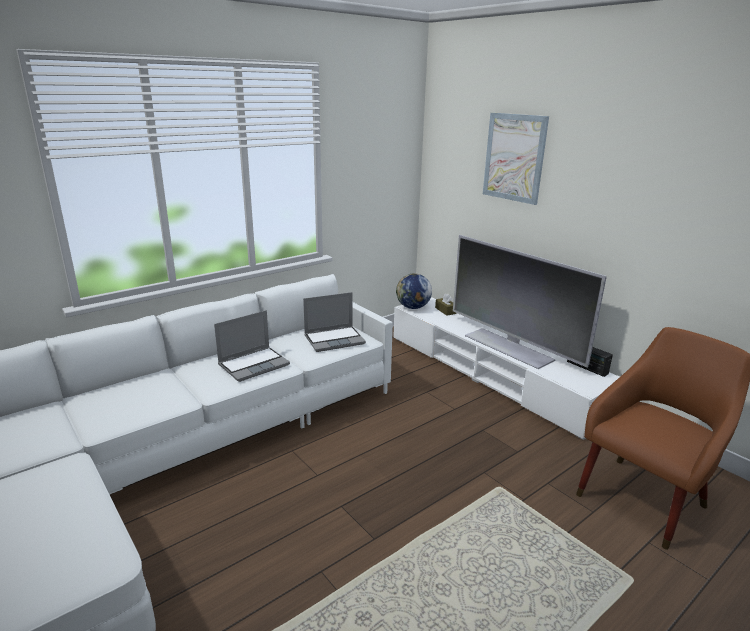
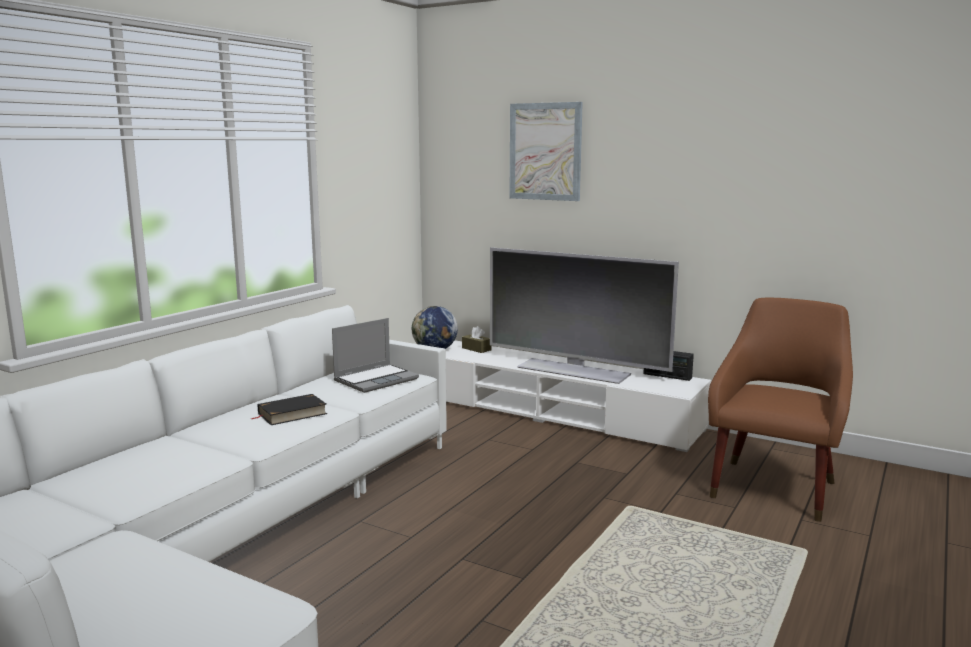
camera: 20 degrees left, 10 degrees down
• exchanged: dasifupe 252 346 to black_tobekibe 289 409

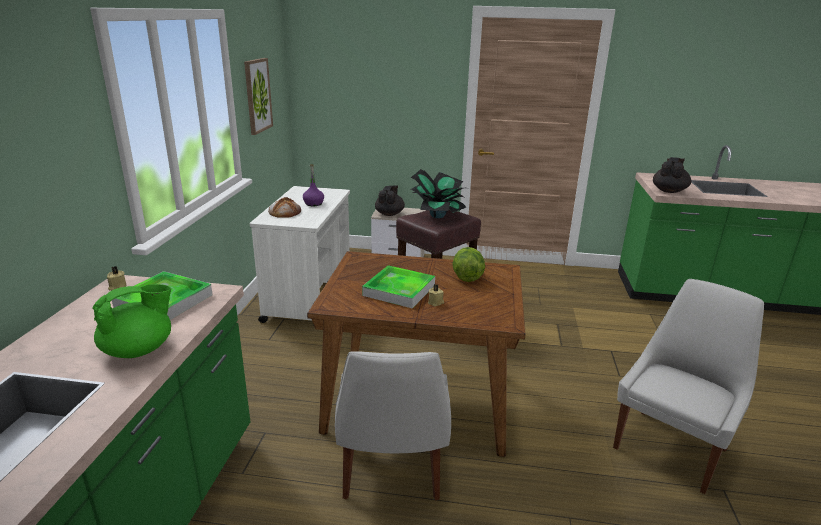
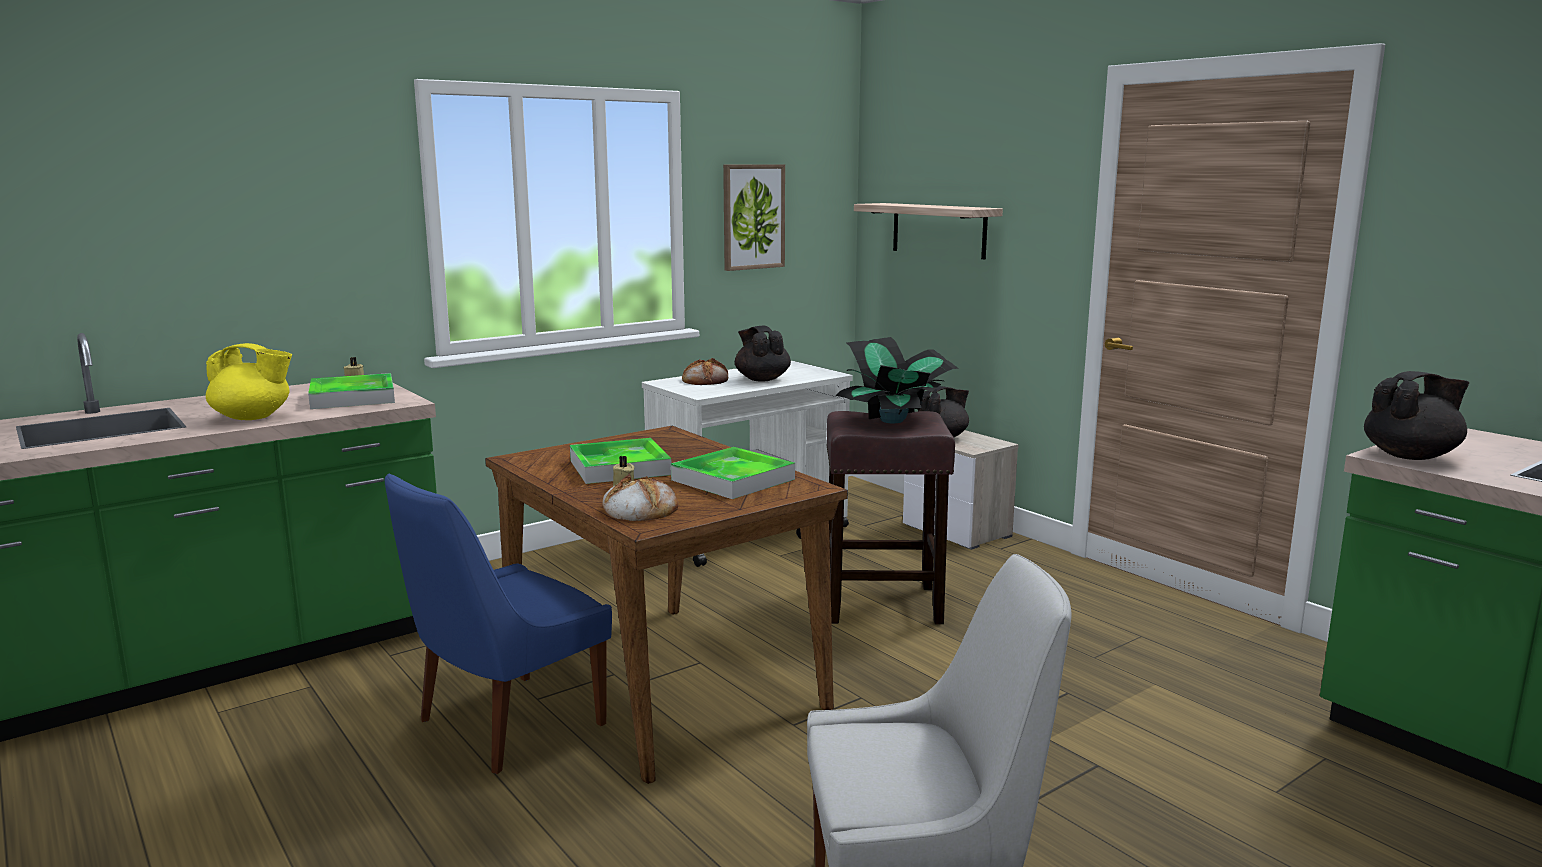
camera: 45 degrees right, 10 degrees down
• appeared: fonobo 640 497
• appeared: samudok 928 231
• exchanged: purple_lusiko 313 185 to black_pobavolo 763 353
• exchanged: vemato 468 264 to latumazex 733 473
• colour: green_pobavolo 131 321 to yellow_pobavolo 249 381
• colour: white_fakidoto 393 425 to blue_fakidoto 498 624

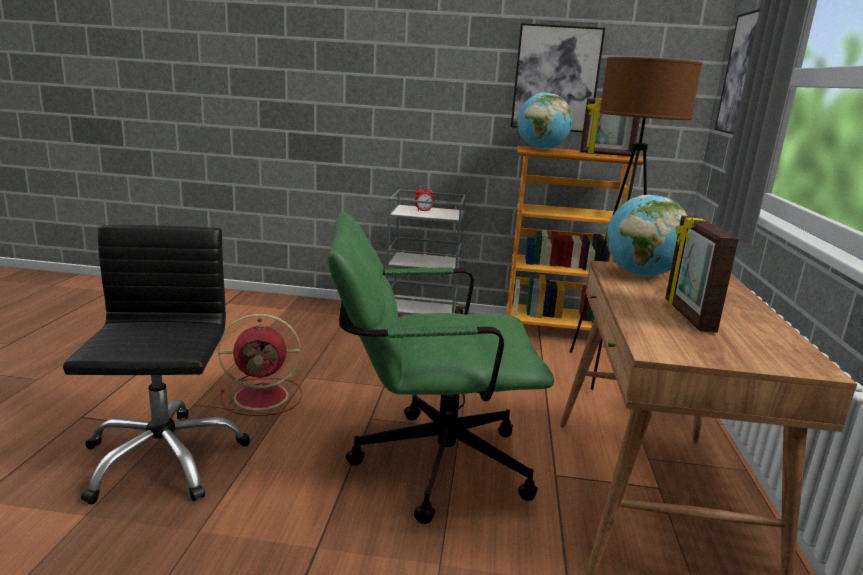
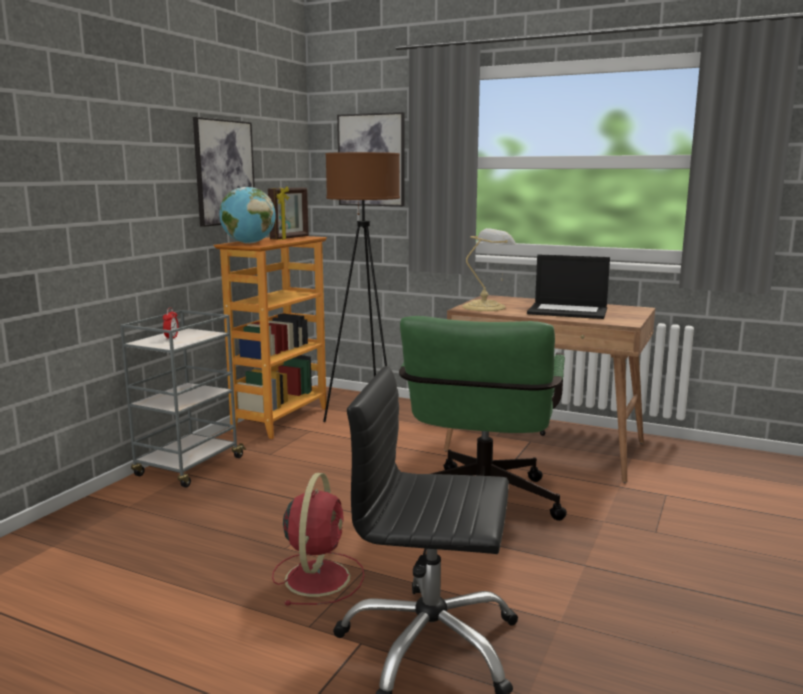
camera: 70 degrees left, 5 degrees down
• exchanged: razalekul 646 236 to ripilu 489 269
• exchanged: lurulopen 702 274 to dasifupe 568 286

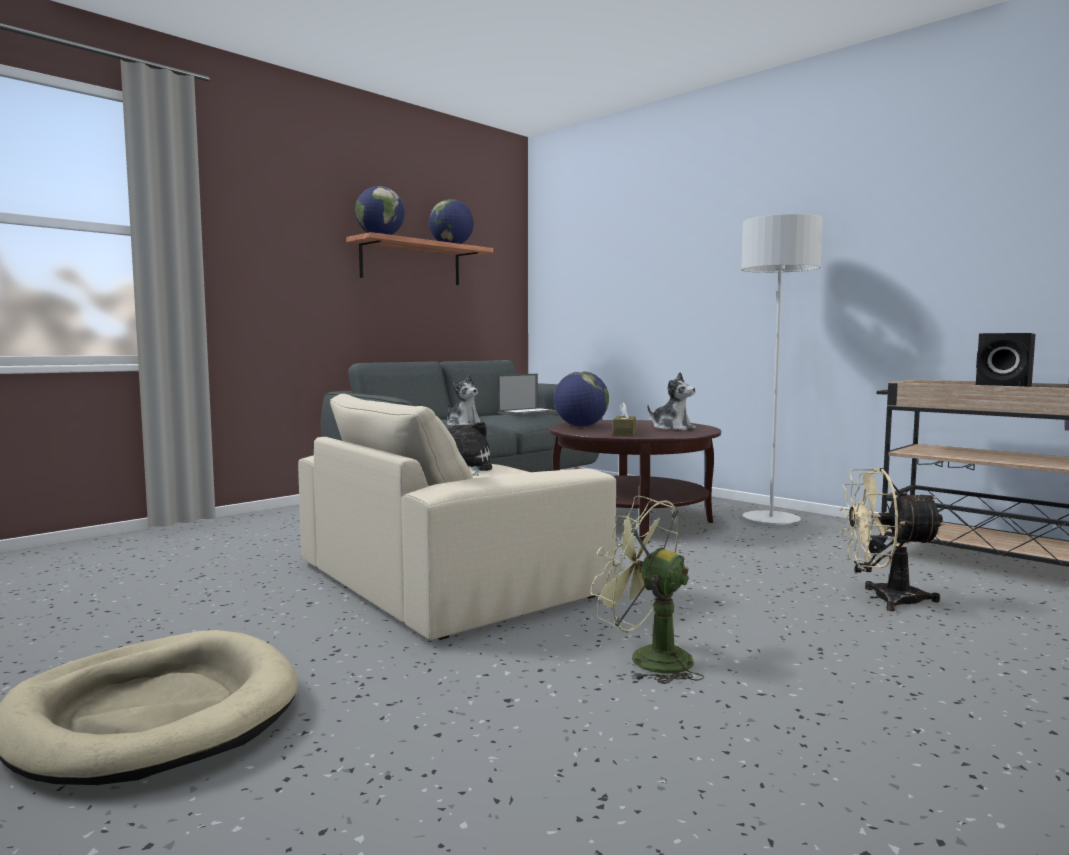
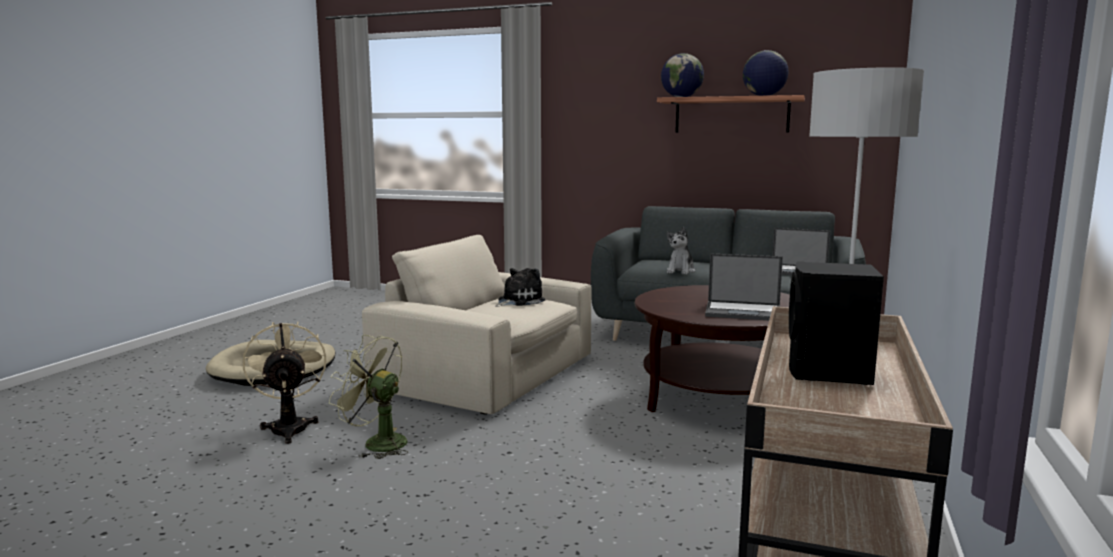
camera: 65 degrees right, 5 degrees up
• missing: razalekul 581 399
• missing: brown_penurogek 624 419
• relocated: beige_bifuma 892 539 to 284 383
• exchanged: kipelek 671 401 to dasifupe 744 287
• spun: green_bifuma 647 590 = 368 397 75 degrees counterclockwise

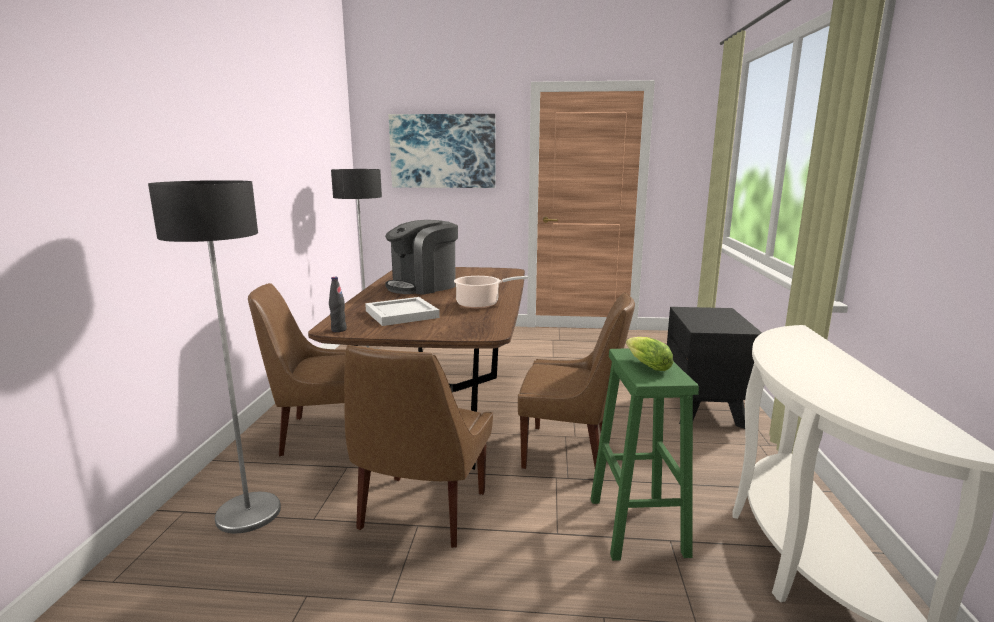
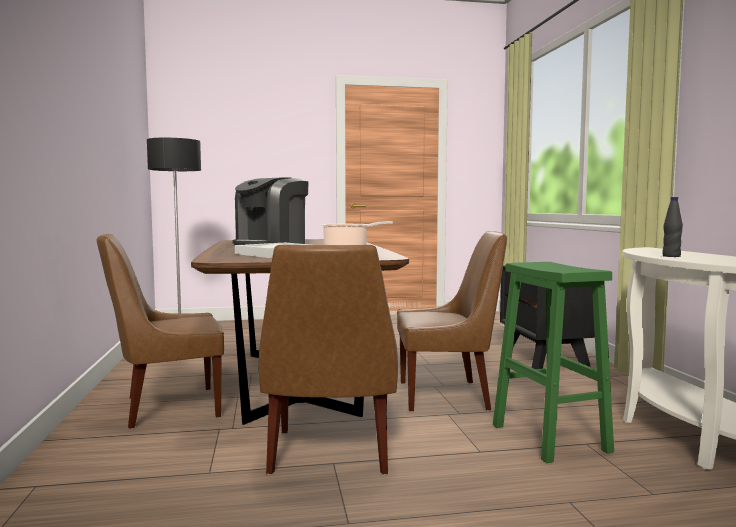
camera: 15 degrees left, 10 degrees down
• missing: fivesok 214 357
• missing: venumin 442 151
• missing: vemato 649 354
• relocated: black_lusiko 338 304 to 672 227

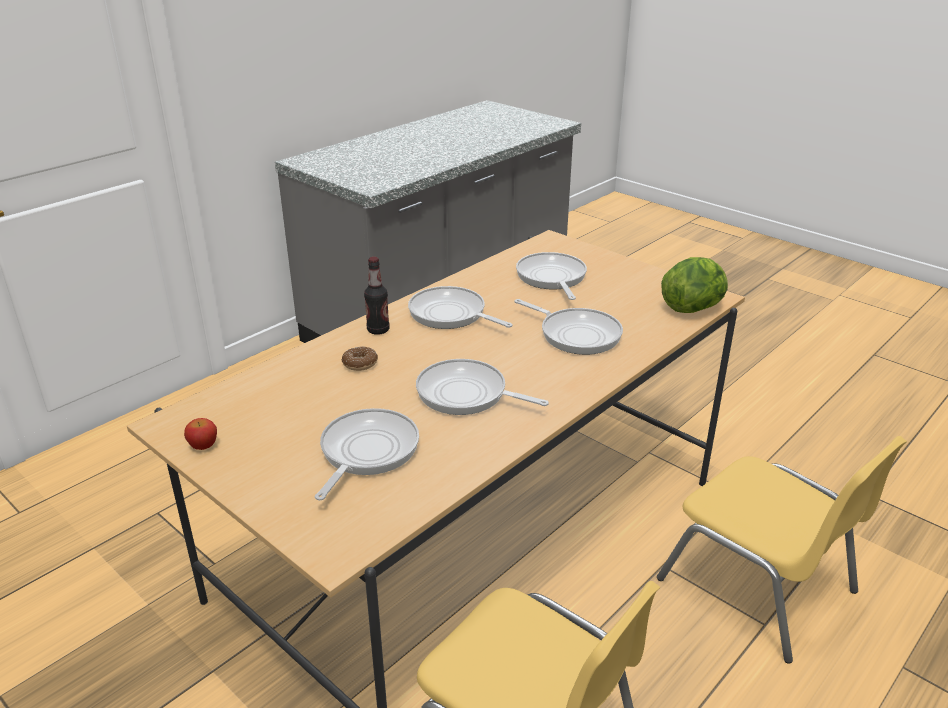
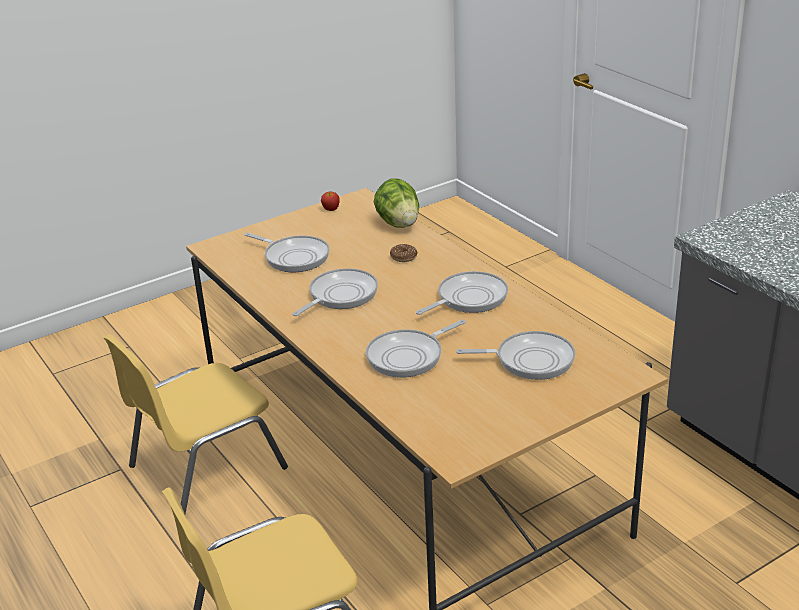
camera: 105 degrees right, 0 degrees up
• missing: lusiko 376 296
• relocated: vemato 694 285 to 396 203

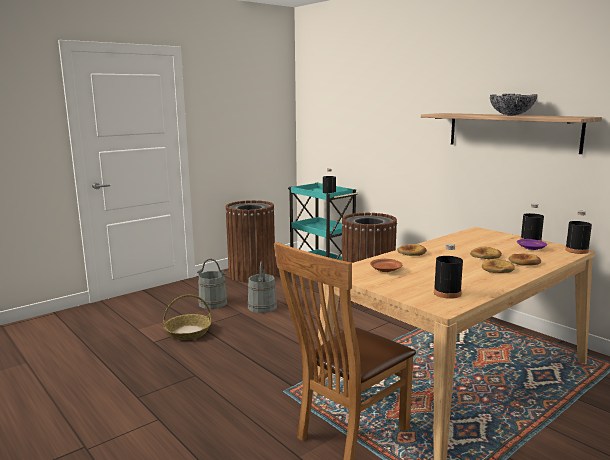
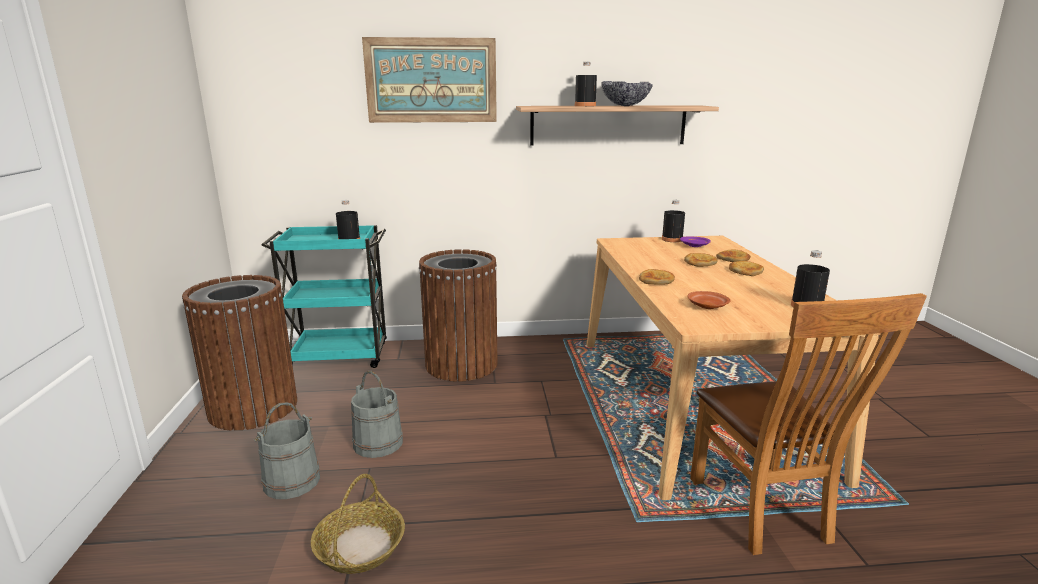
camera: 55 degrees left, 5 degrees up
• appeared: venumin 429 80
• relocated: black_lusiko 578 232 to 586 84

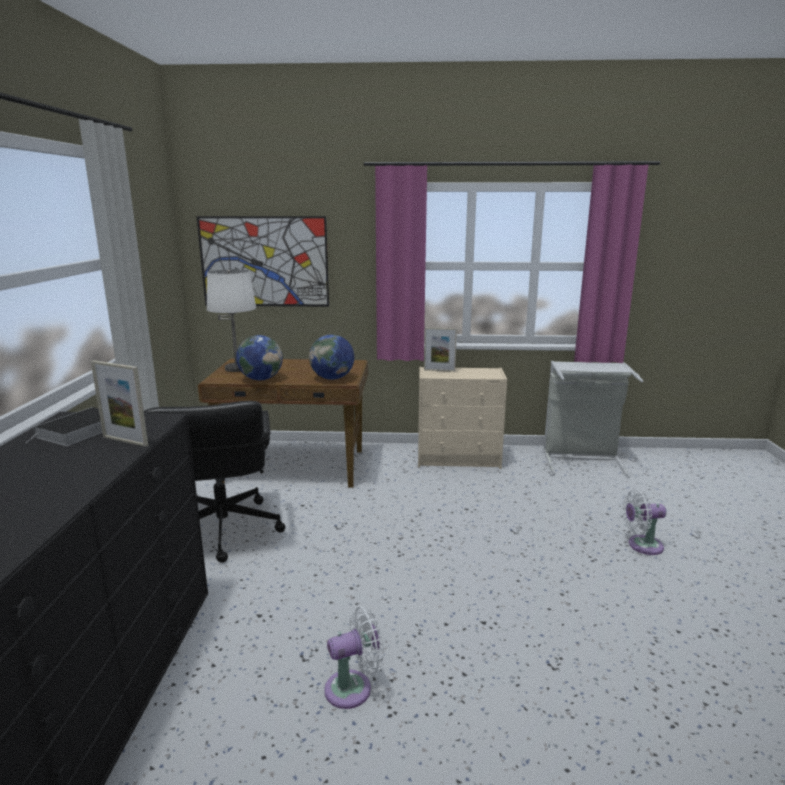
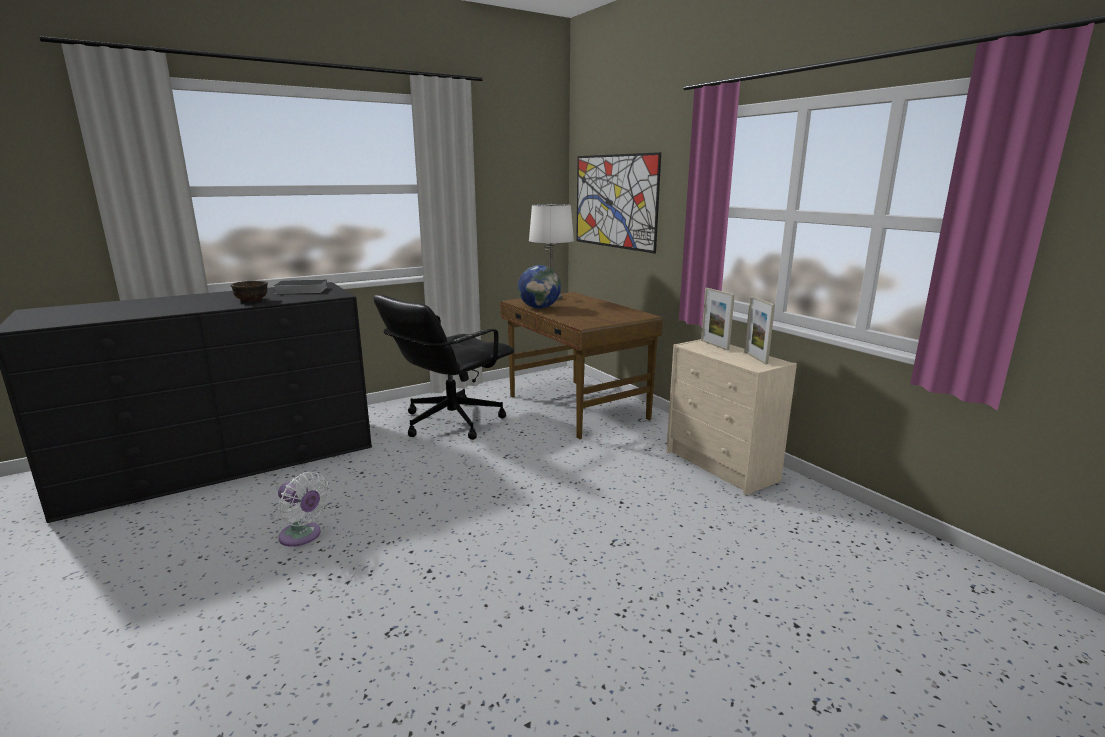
camera: 55 degrees right, 0 degrees up
• missing: razalekul 331 357
• missing: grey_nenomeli 593 419
• missing: white_bifuma 644 522
• appeared: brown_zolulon 249 291
• relocated: lurulopen 119 403 to 759 330

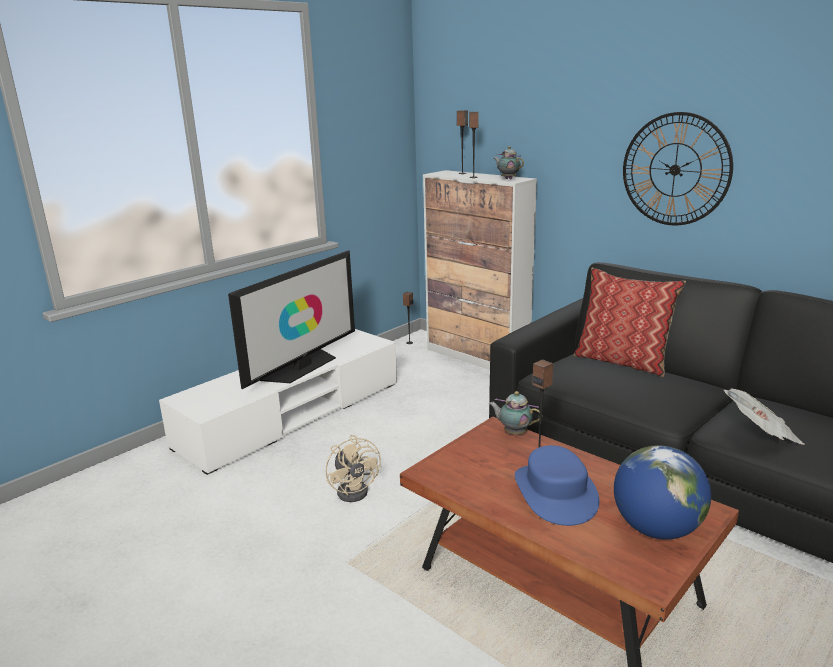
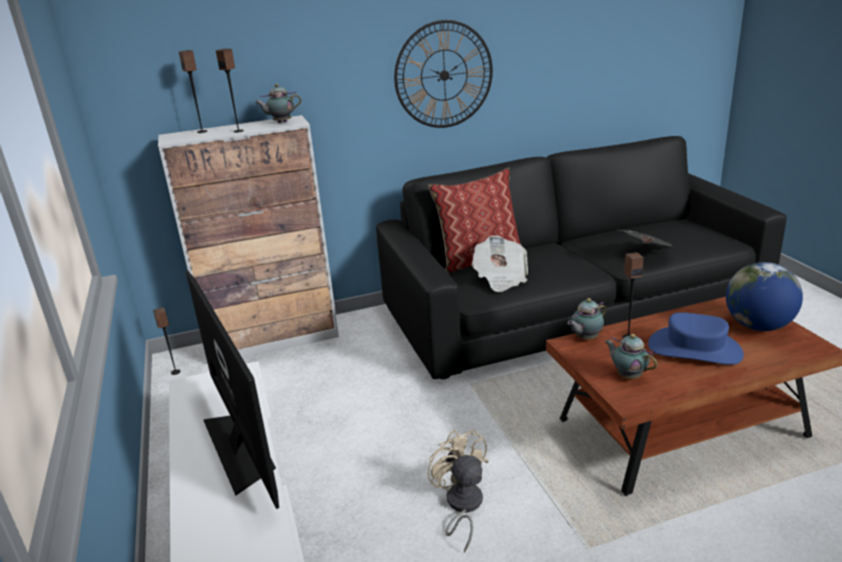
camera: 60 degrees left, 5 degrees up
• appeared: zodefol 500 264
• appeared: pobavolo 630 356
• spun: beige_bifuma 353 468 = 458 491 120 degrees counterclockwise

